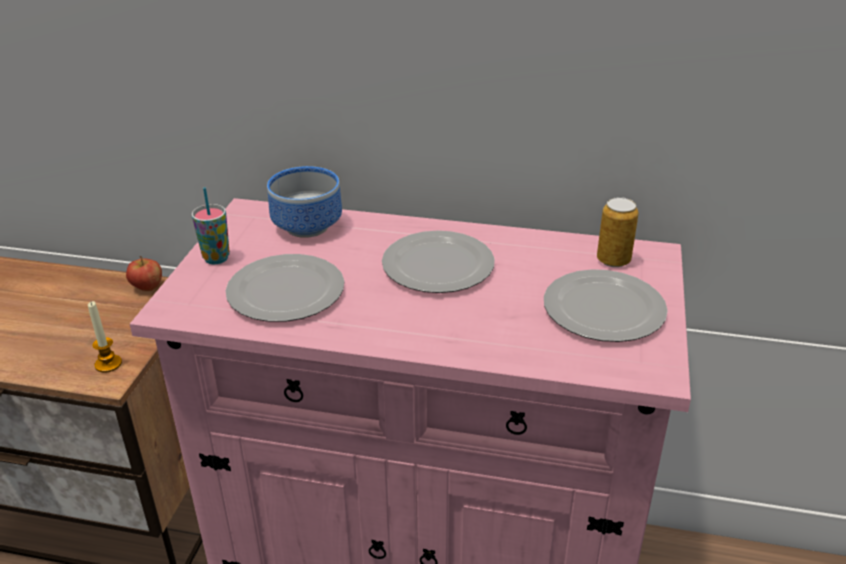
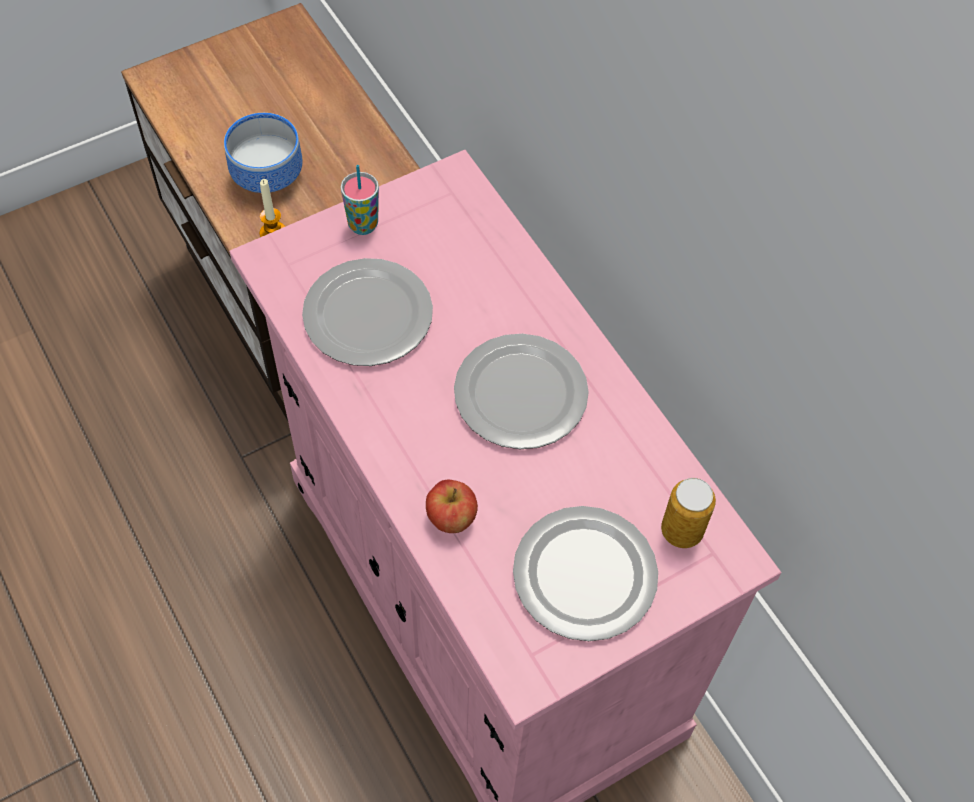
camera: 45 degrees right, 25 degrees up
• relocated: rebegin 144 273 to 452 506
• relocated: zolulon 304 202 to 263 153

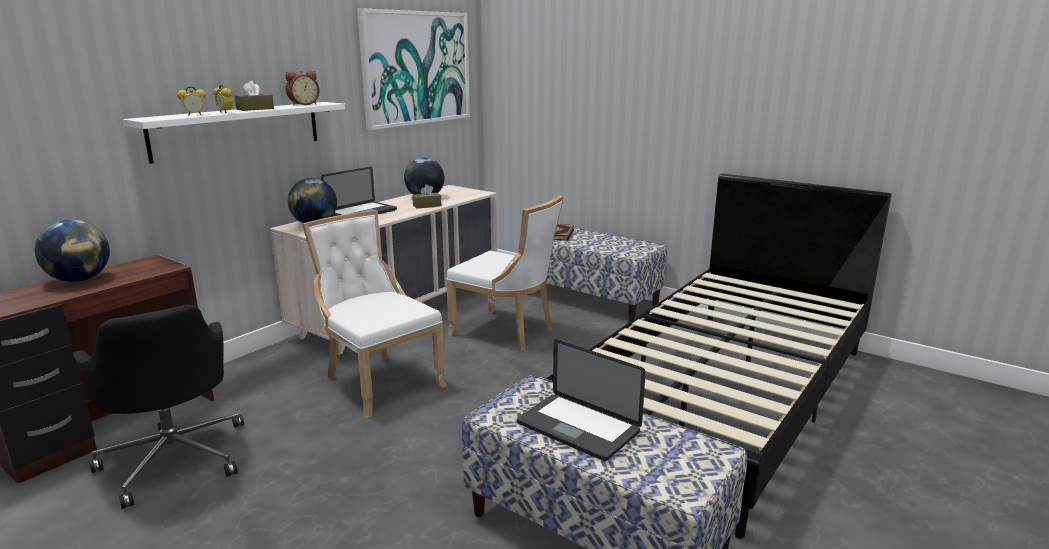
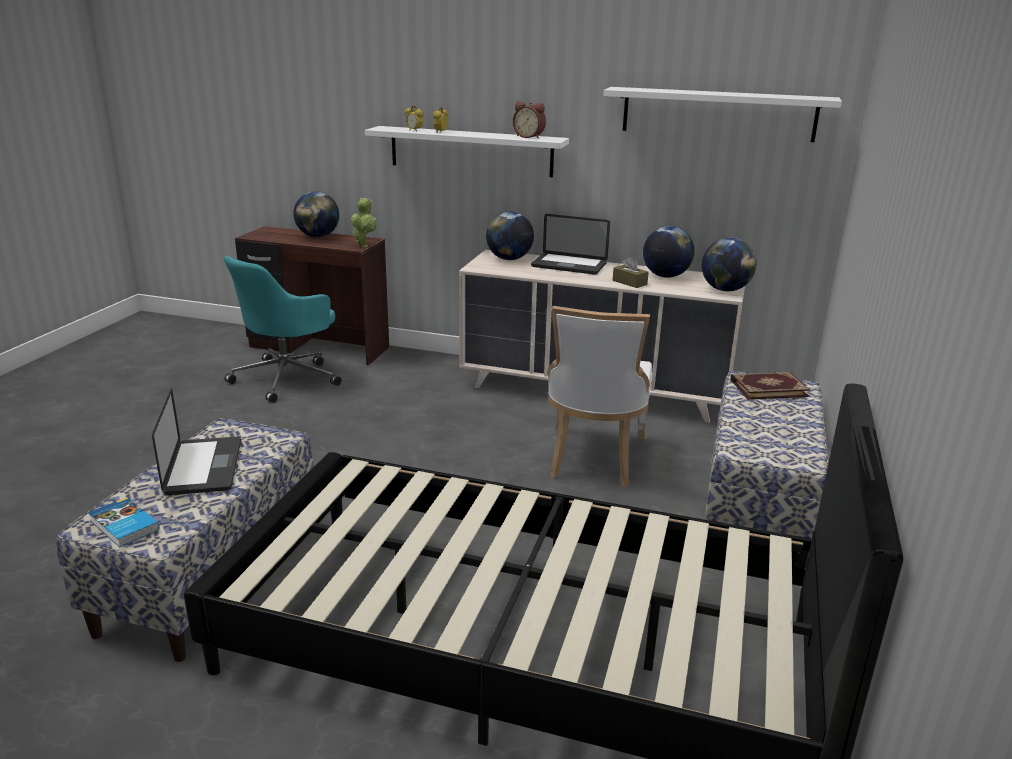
camera: 70 degrees right, 5 degrees up
• missing: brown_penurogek 254 96
• missing: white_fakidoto 374 314
• appeared: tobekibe 124 522
• appeared: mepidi 363 222
• appeared: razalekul 729 264
• exchanged: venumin 413 69 to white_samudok 722 114
• colour: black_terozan 158 406 to turquoise_terozan 282 329
• spun: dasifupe 581 400 = 196 441 150 degrees clockwise

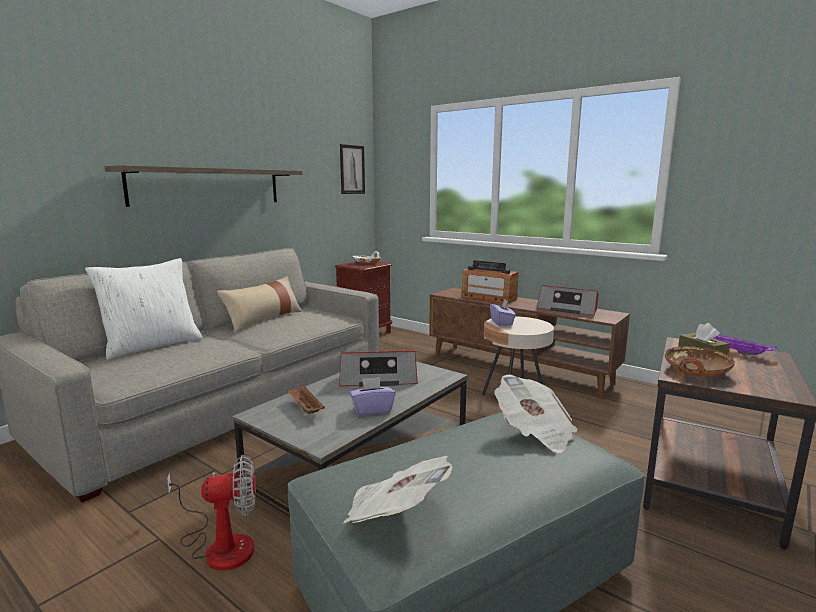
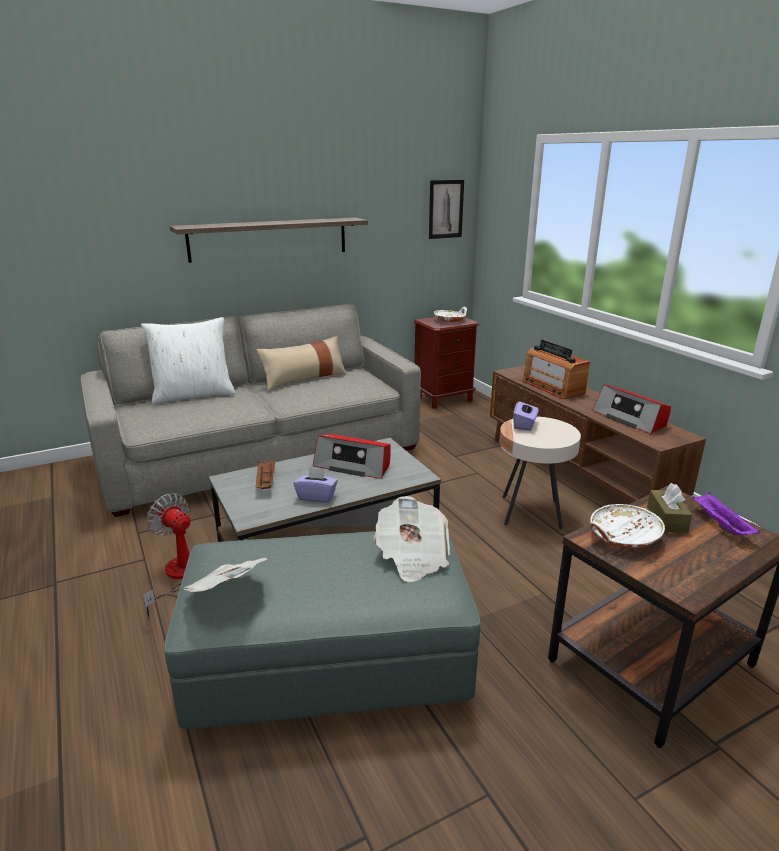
camera: 25 degrees right, 10 degrees up
• colour: brown_zolulon 700 361 to white_zolulon 627 526
• spun: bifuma 211 513 = 167 555 150 degrees counterclockwise

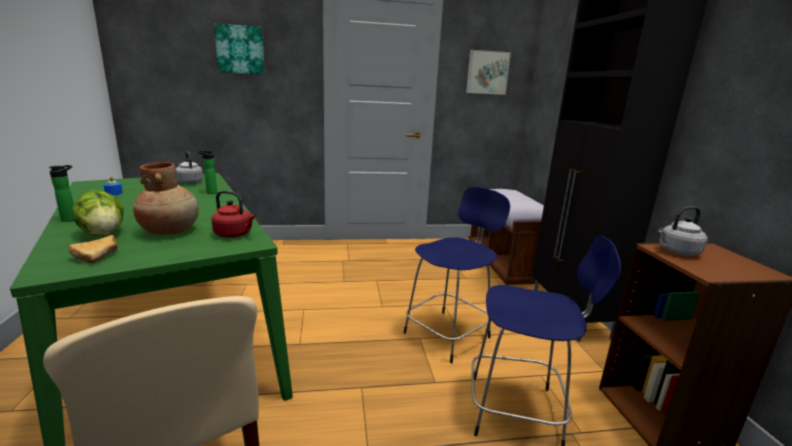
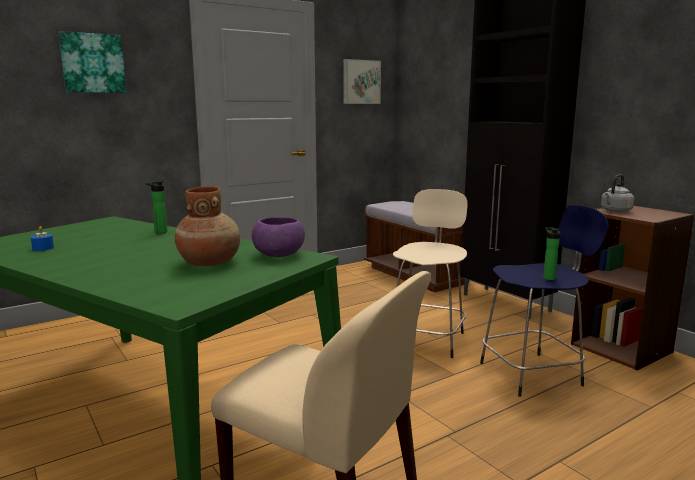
camera: 25 degrees left, 5 degrees down
• missing: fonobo 93 249
• missing: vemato 98 213
• missing: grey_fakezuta 189 167
• relocated: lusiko 61 193 to 551 253
• exchanged: red_fakezuta 233 214 to purple_zolulon 278 237
• colour: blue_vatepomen 457 275 to beige_vatepomen 430 273

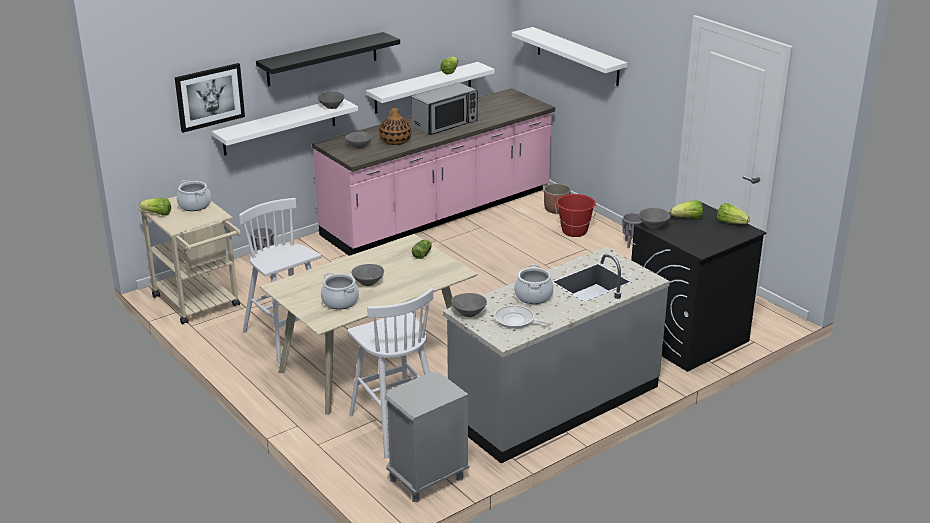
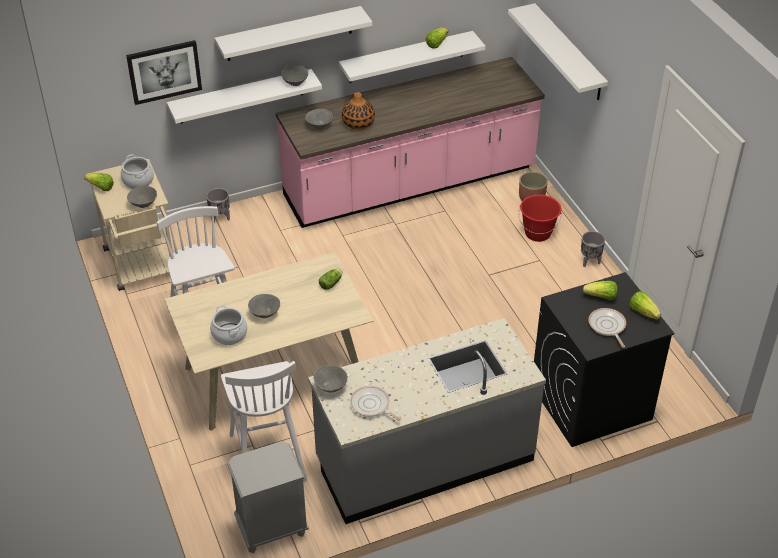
camera: 15 degrees right, 15 degrees up
• missing: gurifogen 444 109
• missing: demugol 534 284
• appeared: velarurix 607 328
• relocated: grey_zolulon 654 218 to 142 197
• colour: black_samudok 328 59 to white_samudok 293 33

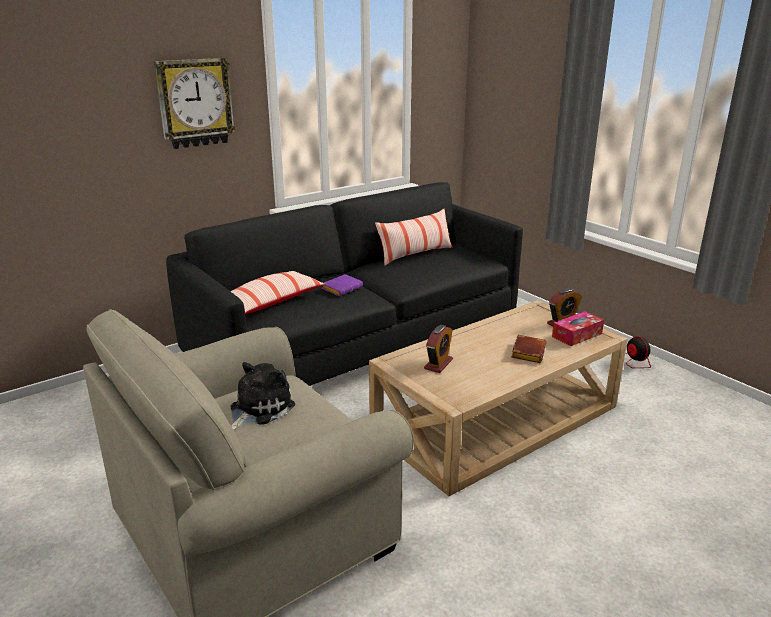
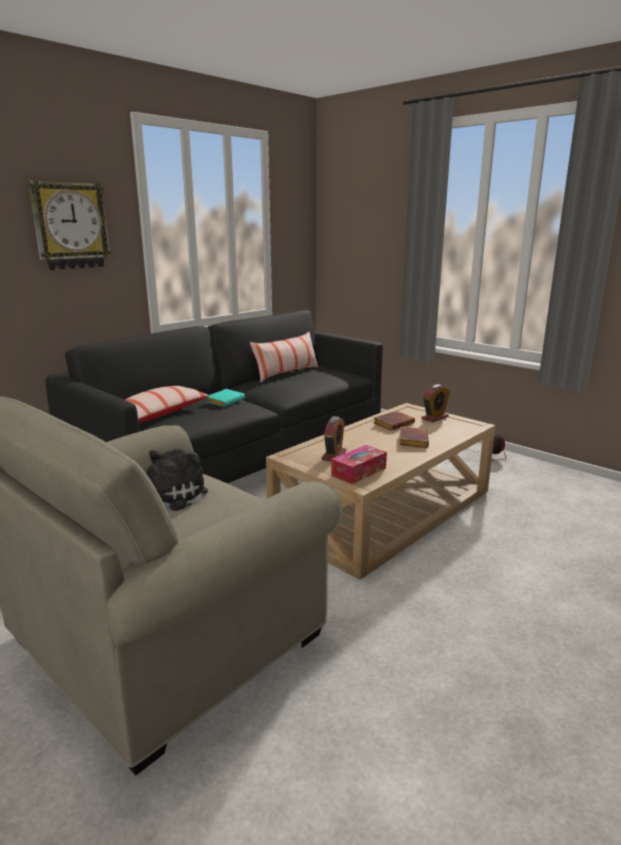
camera: 10 degrees left, 5 degrees down
• appeared: brown_tobekibe 394 421
• relocated: penurogek 578 328 to 359 464
• colour: purple_tobekibe 342 285 to turquoise_tobekibe 225 398

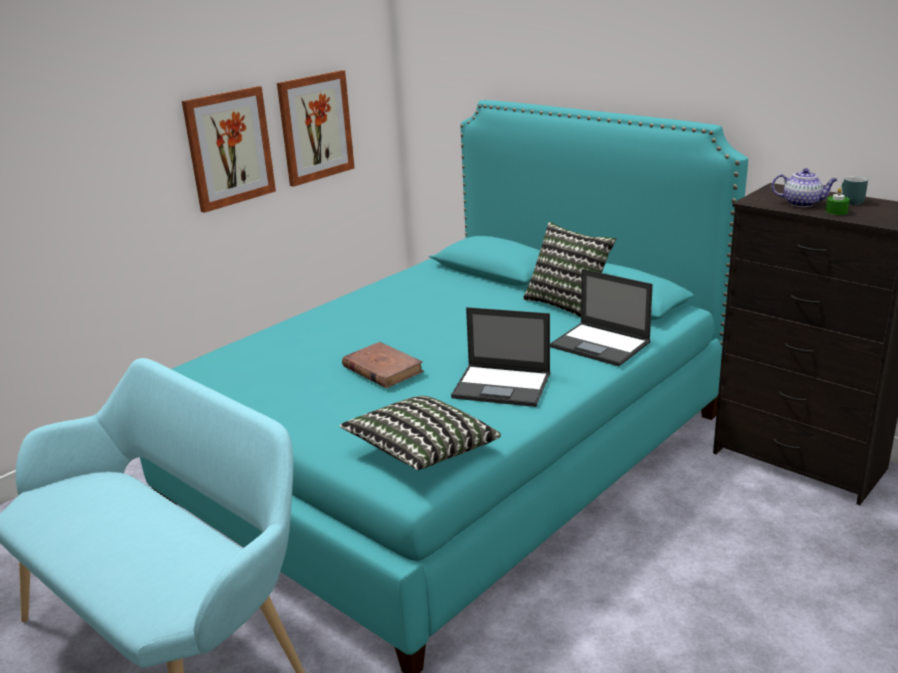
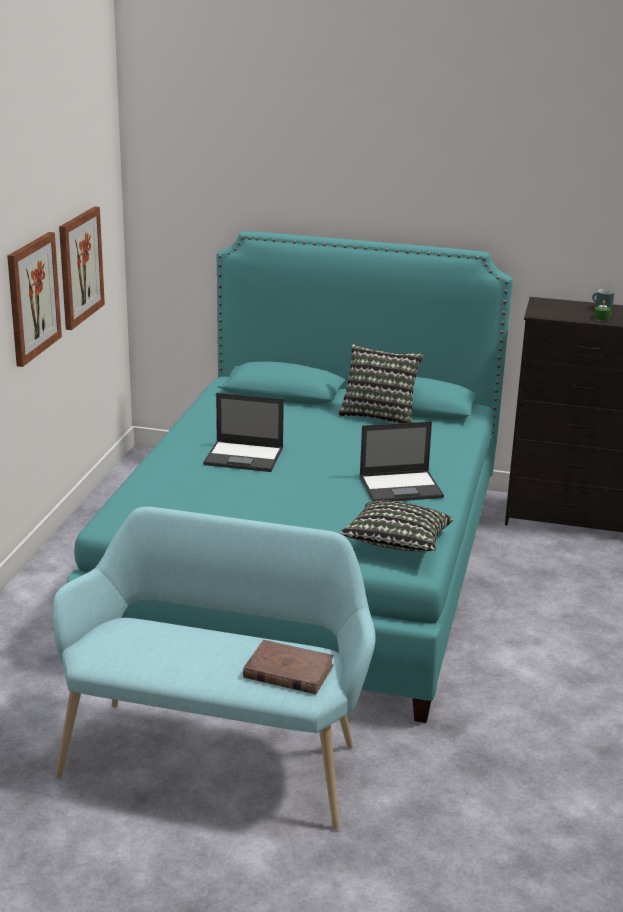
camera: 30 degrees left, 0 degrees up
• missing: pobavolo 805 187
• relocated: brown_tobekibe 383 365 to 288 667
• relocated: dasifupe 601 317 to 243 432

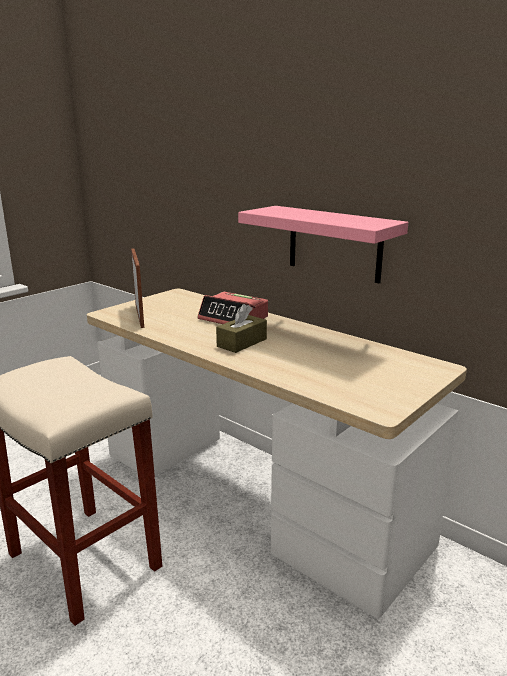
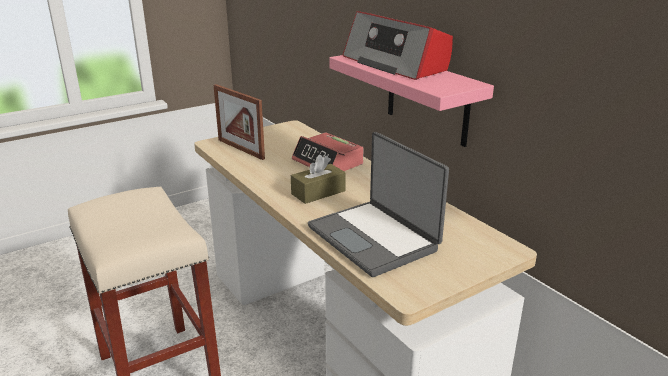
camera: 15 degrees right, 5 degrees up
• appeared: dasifupe 378 204
• appeared: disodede 398 45
• spun: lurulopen 137 288 = 239 122 135 degrees clockwise

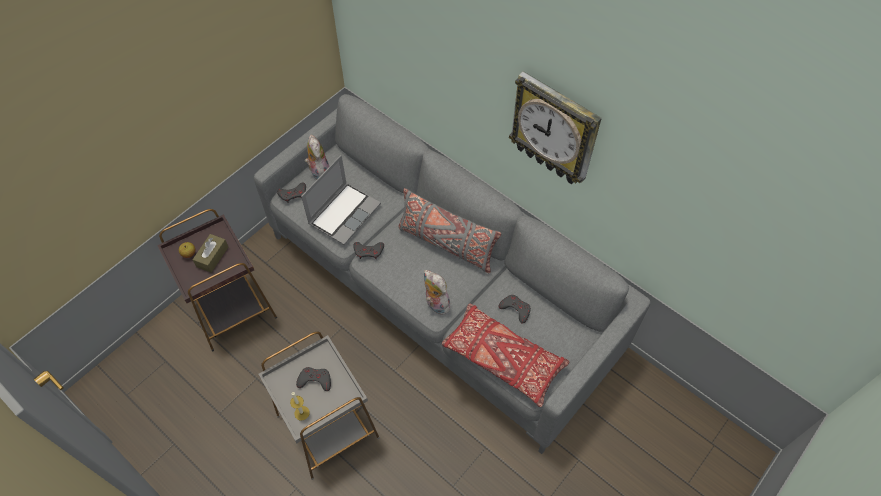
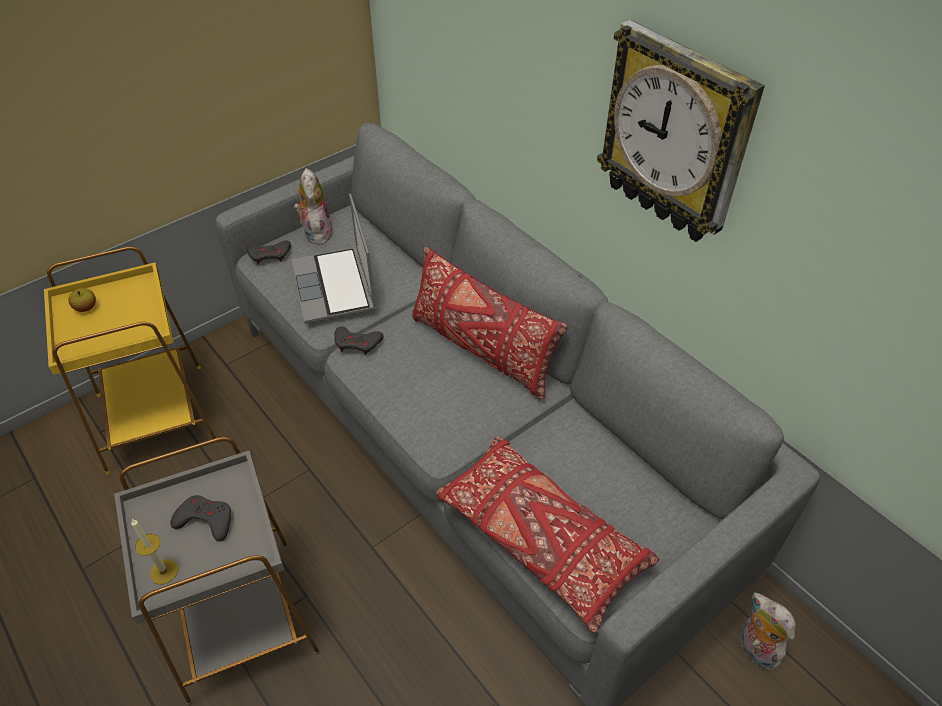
camera: 10 degrees right, 10 degrees down
• missing: brown_penurogek 210 253
• missing: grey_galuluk 515 309
• relocated: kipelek 437 292 to 768 631
• colour: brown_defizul 217 280 to yellow_defizul 130 361
• colour: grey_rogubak 449 230 to red_rogubak 490 323
• spun: dasifupe 341 200 = 334 259 120 degrees clockwise

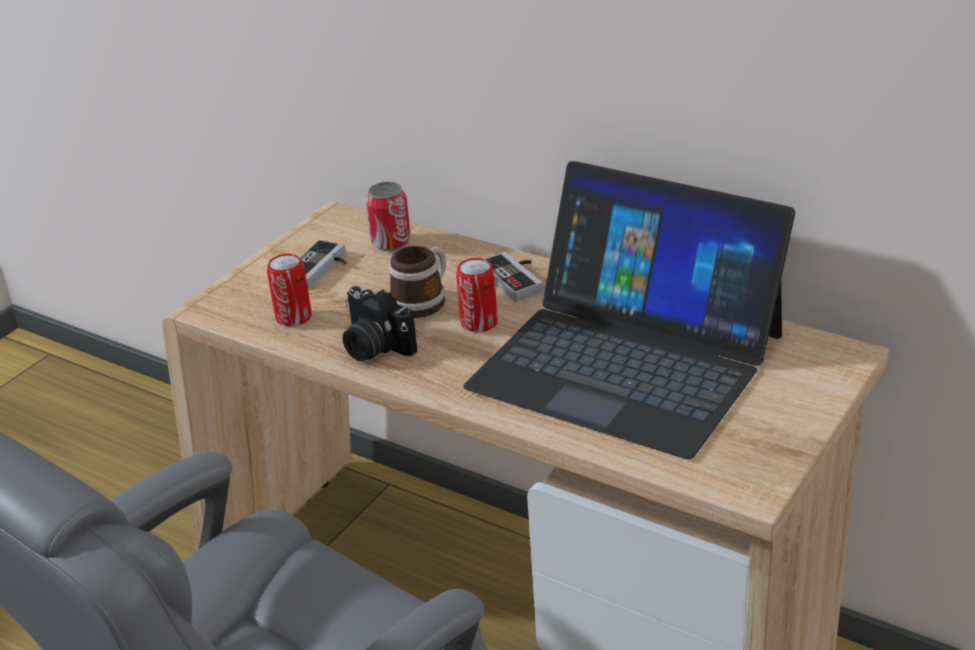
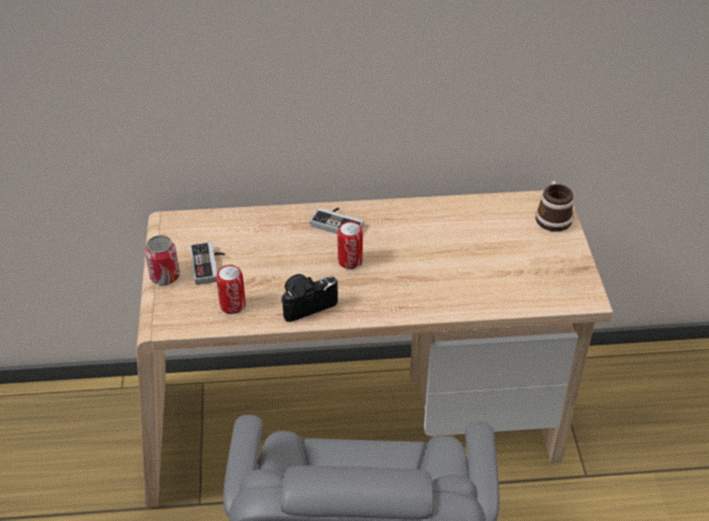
camera: 40 degrees left, 10 degrees up
• missing: dasifupe 629 310
• relocated: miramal 388 216 to 162 260
• relocated: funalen 417 282 to 555 206
• spun: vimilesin 380 324 = 309 298 150 degrees clockwise

